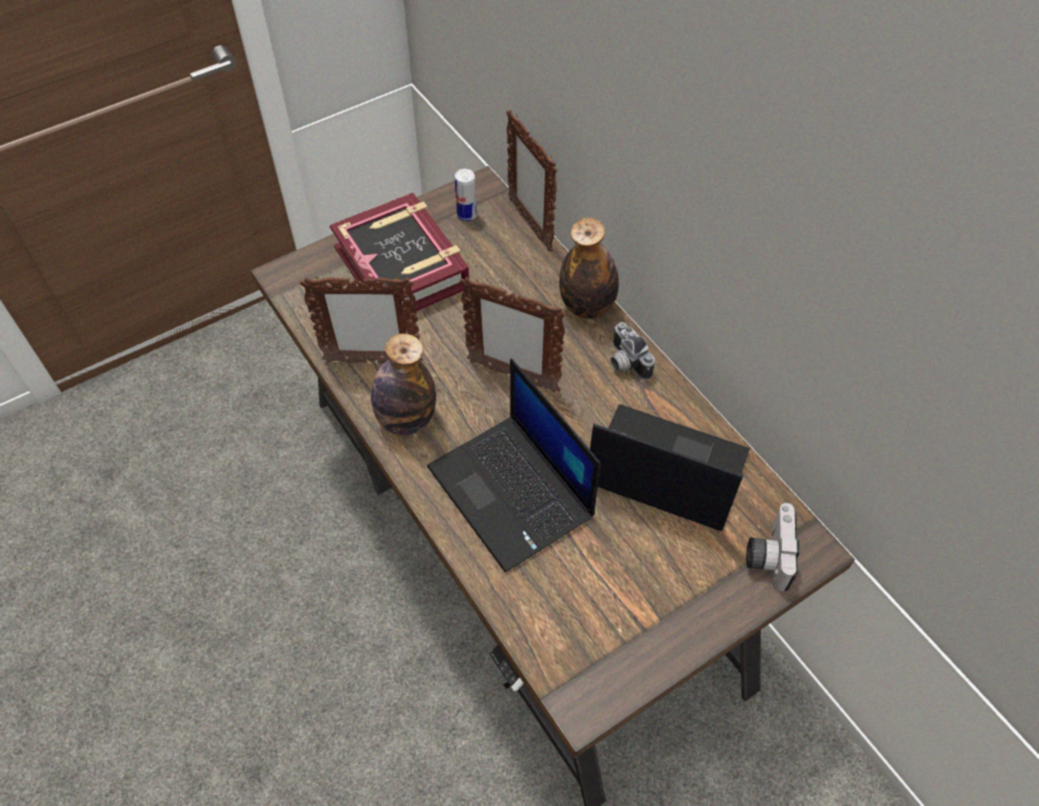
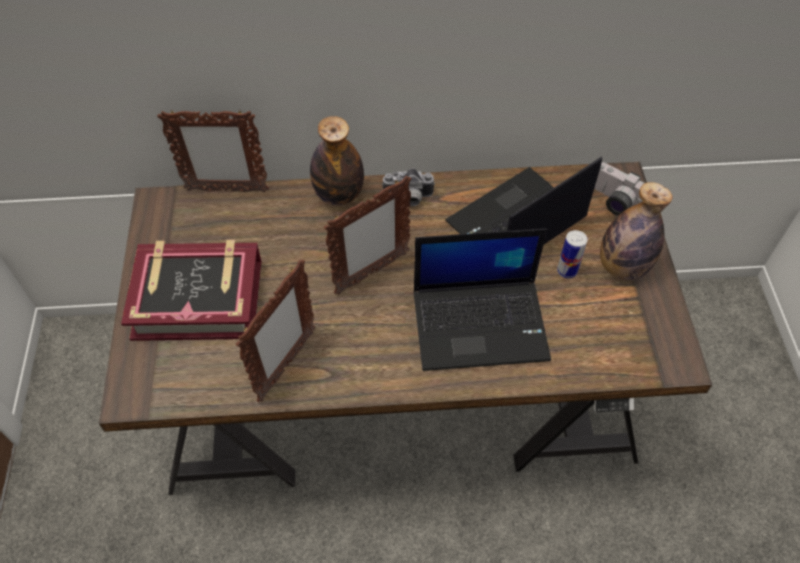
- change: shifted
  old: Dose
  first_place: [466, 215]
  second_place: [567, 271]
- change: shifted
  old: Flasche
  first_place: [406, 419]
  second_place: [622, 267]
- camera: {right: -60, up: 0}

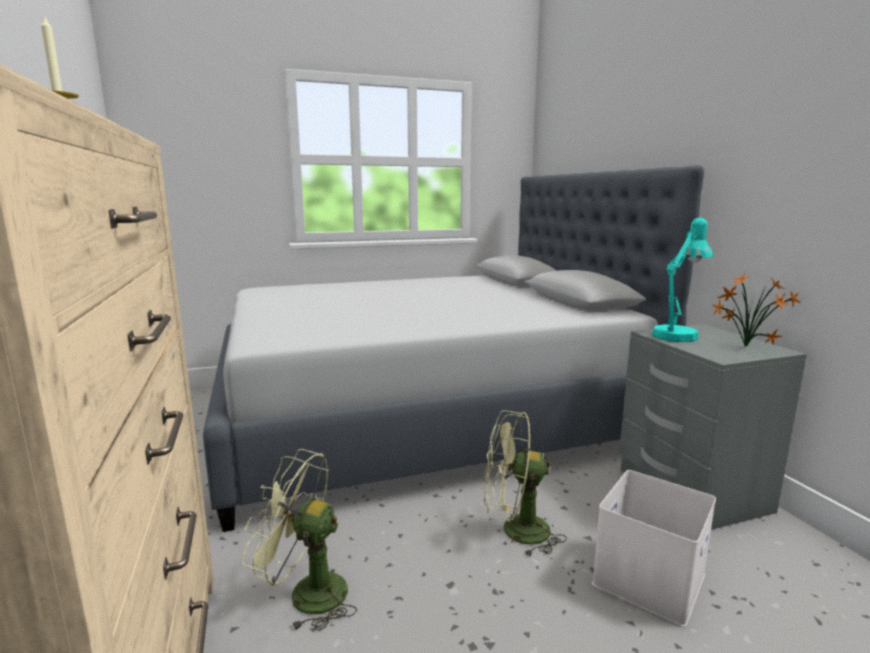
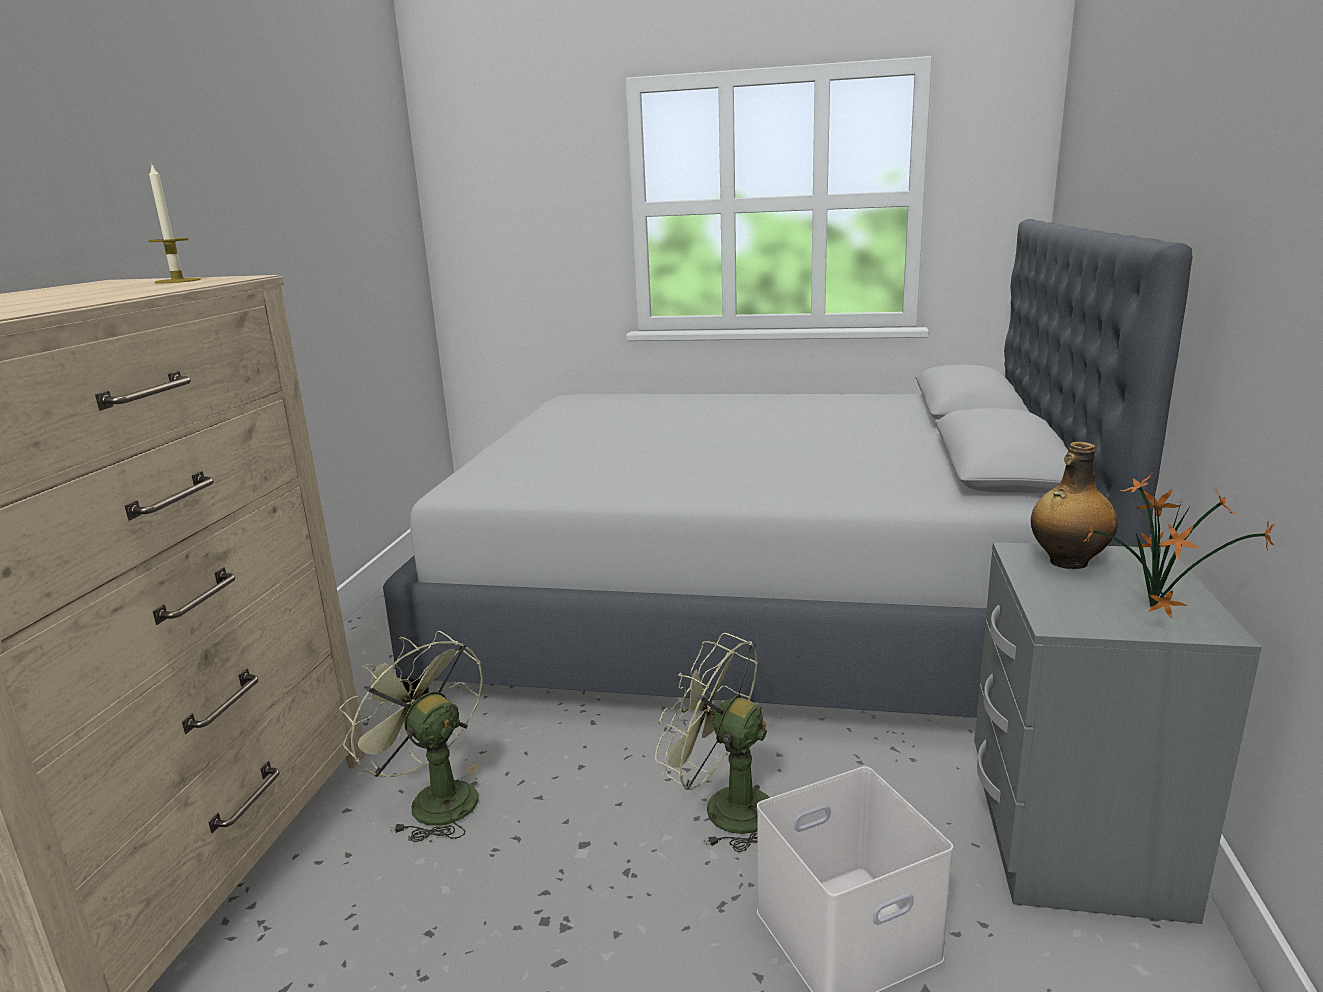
- change: swapped
  old: Tischlampe [türkis]
  new: Flasche
  first_place: [677, 334]
  second_place: [1067, 562]
- camera: {right: 30, up: 5}

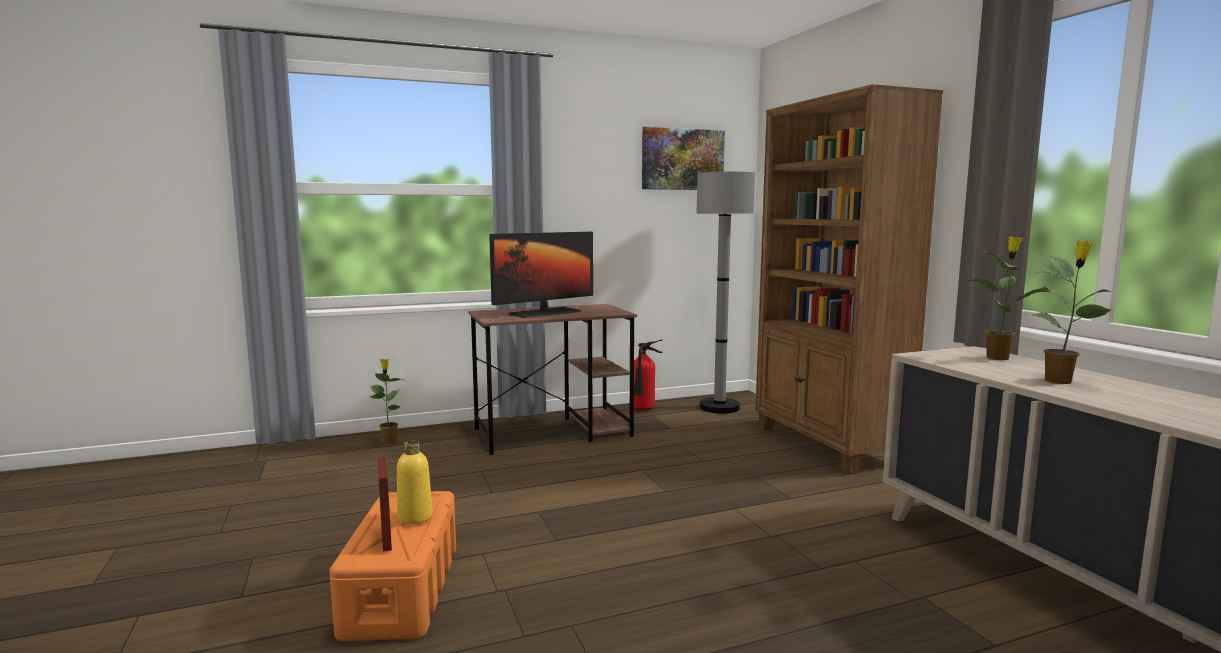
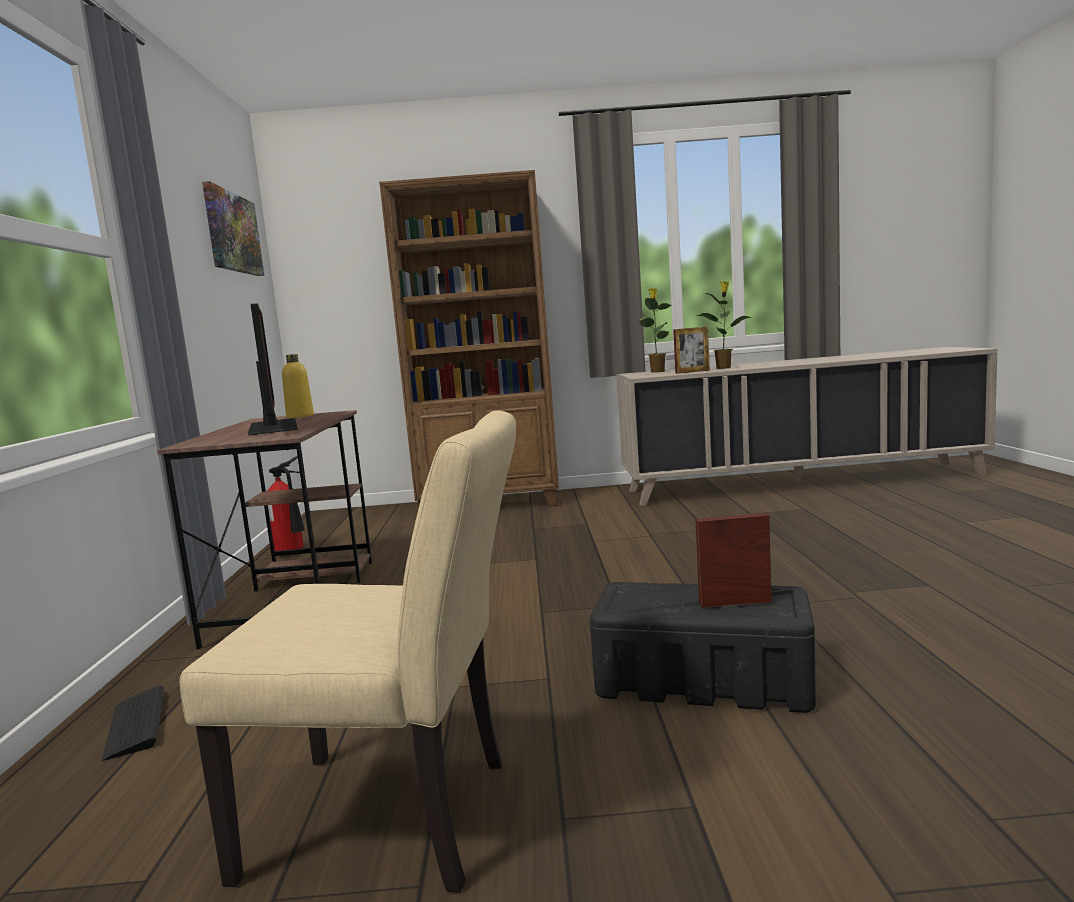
- change: swapped
  old: Topfpflanze
  new: Tastatur
  first_place: [389, 442]
  second_place: [136, 724]
- change: new
  new: Stuhl [beige]
  second_place: [400, 819]
- change: shifted
  old: Flasche [gelb]
  first_place: [415, 517]
  second_place: [300, 416]
- change: repainted
  old: Aufbewahrungsbox [orange]
  new: Aufbewahrungsbox [schwarz]
  first_place: [402, 589]
  second_place: [701, 681]
- change: new
  new: Bilderrahmen
  second_place: [692, 372]
- change: gone
  old: Stehlampe [grau]
  first_place: [719, 407]
- camera: {right: -70, up: 0}

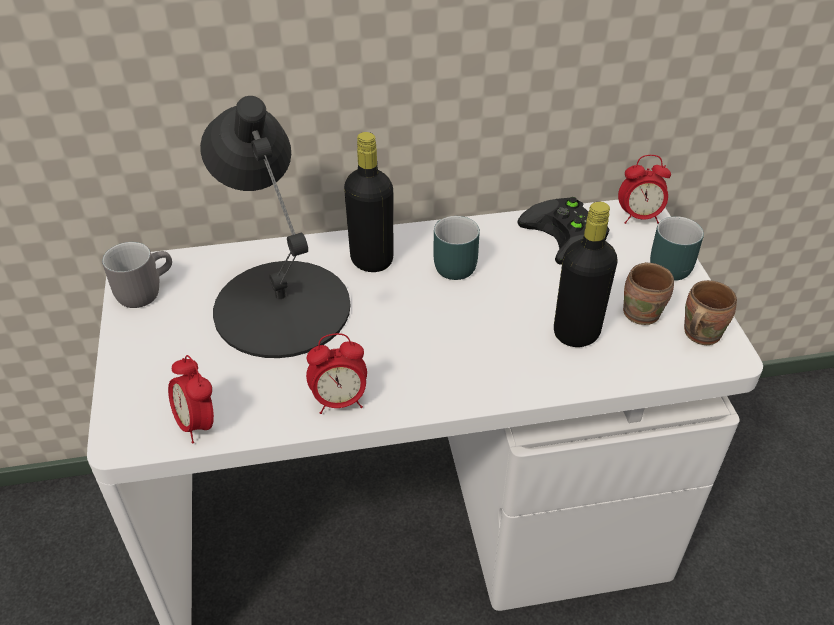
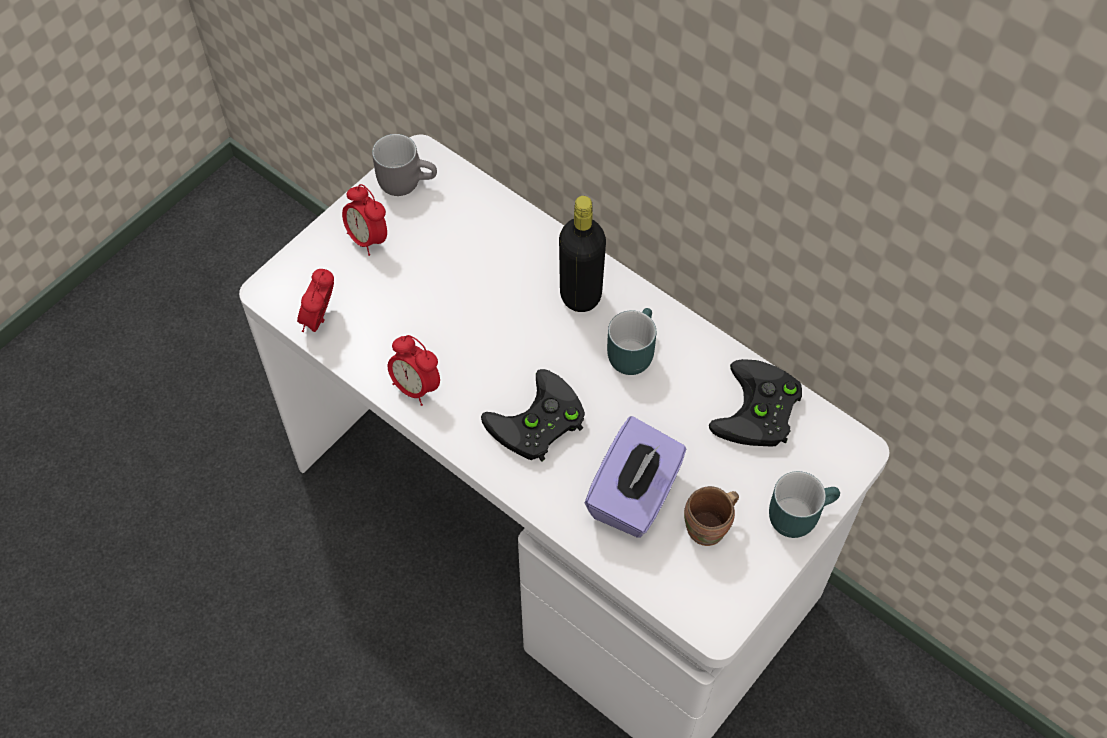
- change: shifted
  old: Wecker
  first_place: [639, 217]
  second_place: [368, 239]
- change: new
  new: Gamepad [schwarz]
  second_place: [536, 424]
- change: swapped
  old: Flasche [schwarz]
  new: Taschentuchbox [lila]
  first_place: [576, 333]
  second_place: [634, 495]
- change: gone
  old: Tischlampe [schwarz]
  first_place: [282, 306]
- change: gone
  old: Henkelbecher [braun]
  first_place: [698, 333]
- camera: {right: 50, up: 15}

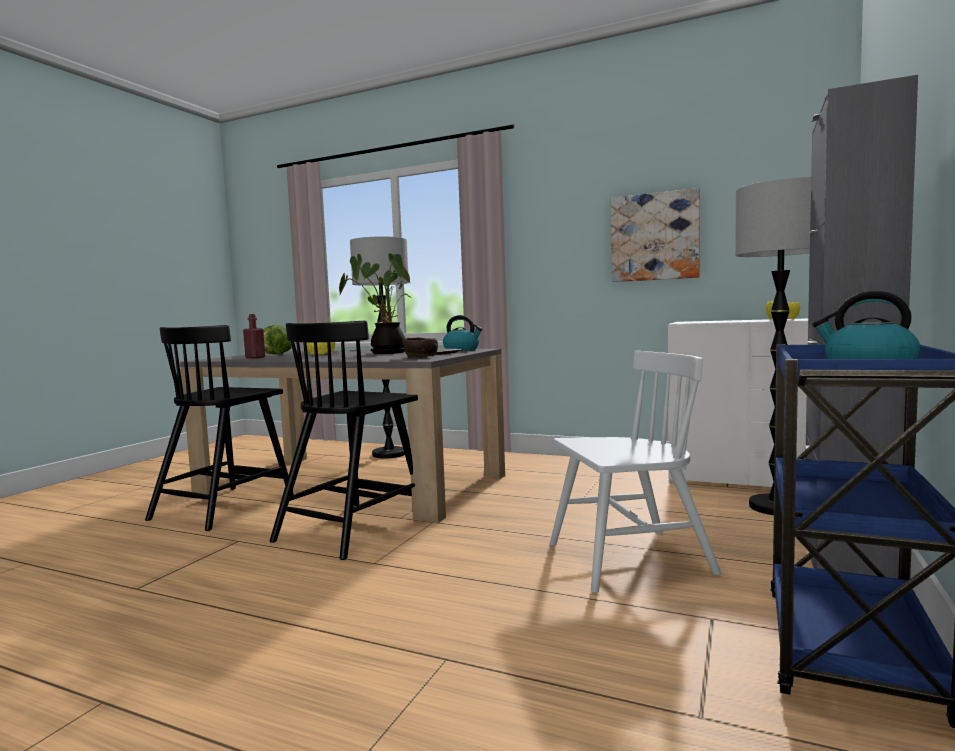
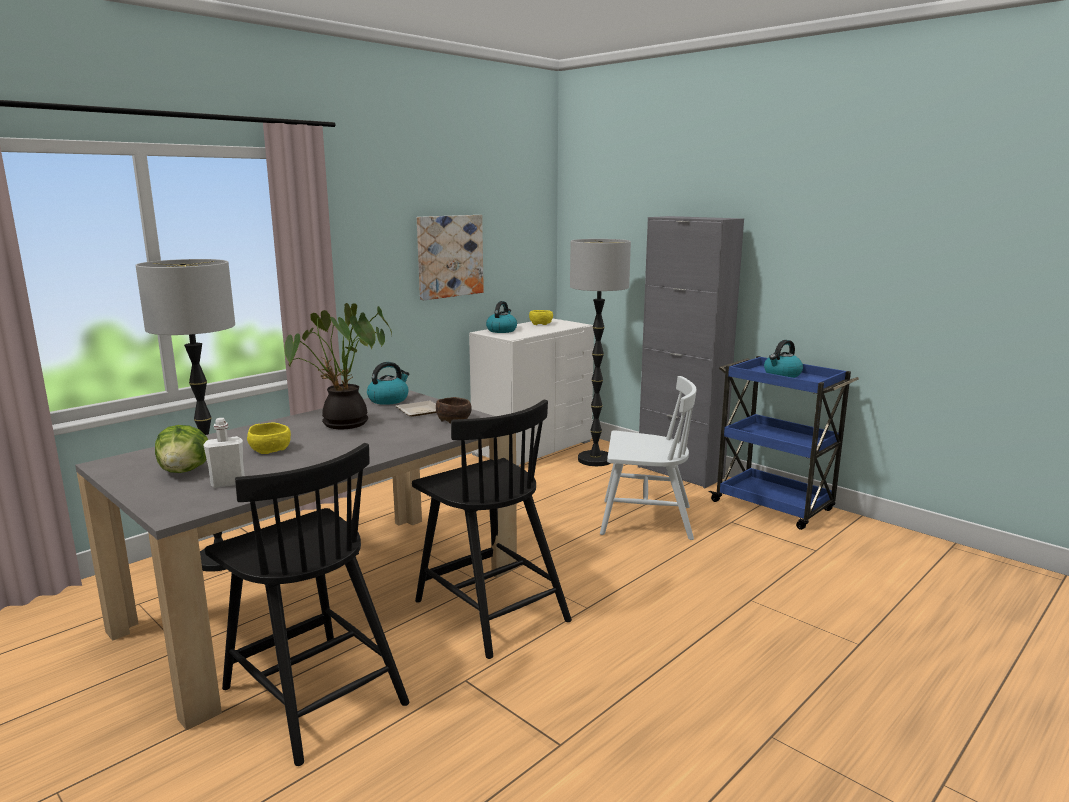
- change: repainted
  old: Flasche [rot]
  new: Flasche [weiß]
  first_place: [255, 357]
  second_place: [228, 483]
- change: new
  new: Wasserkessel
  second_place: [501, 330]
- change: rotated
  old: Stuhl [weiß]
  first_place: [628, 559]
  second_place: [645, 520]
  degrees: 90
- camera: {right: -70, up: 10}

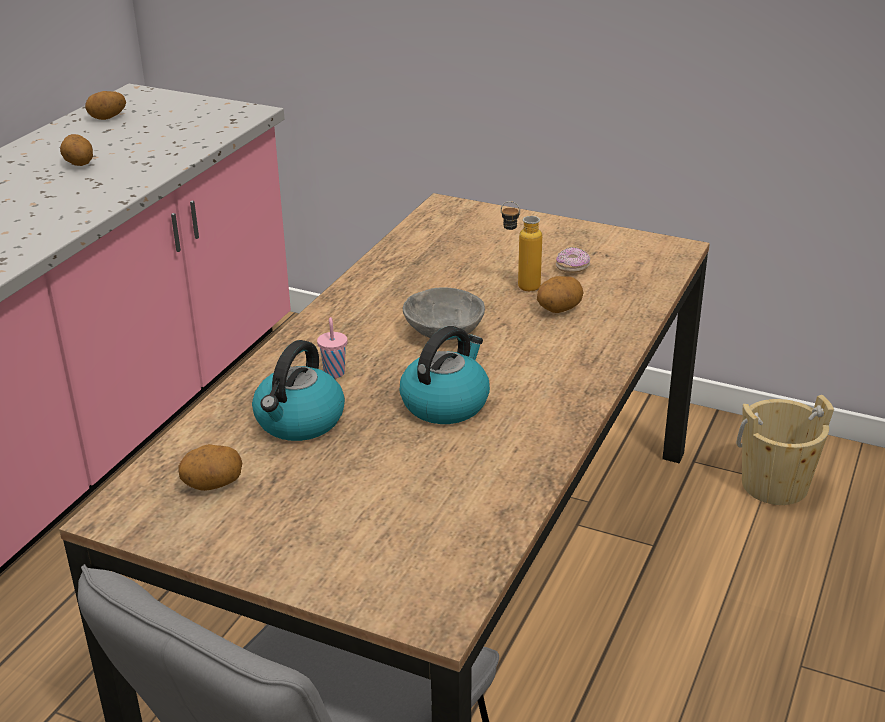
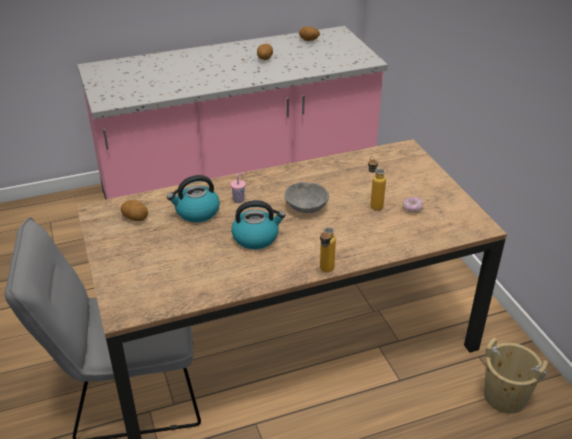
- change: new
  new: Flasche
  second_place: [325, 272]
- change: gone
  old: Kartoffel
  first_place: [559, 309]
- camera: {right: 45, up: 5}

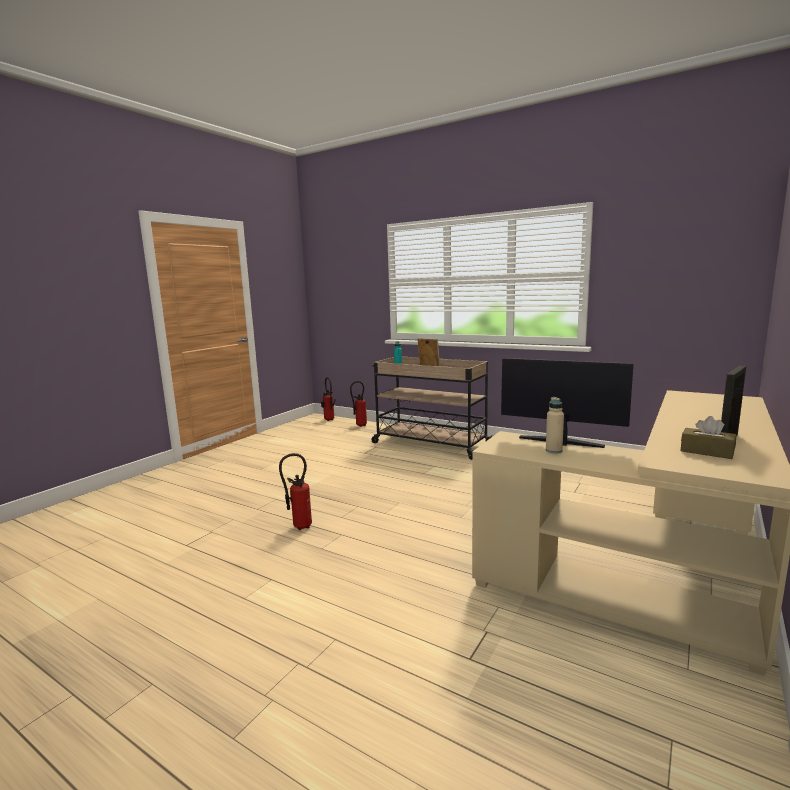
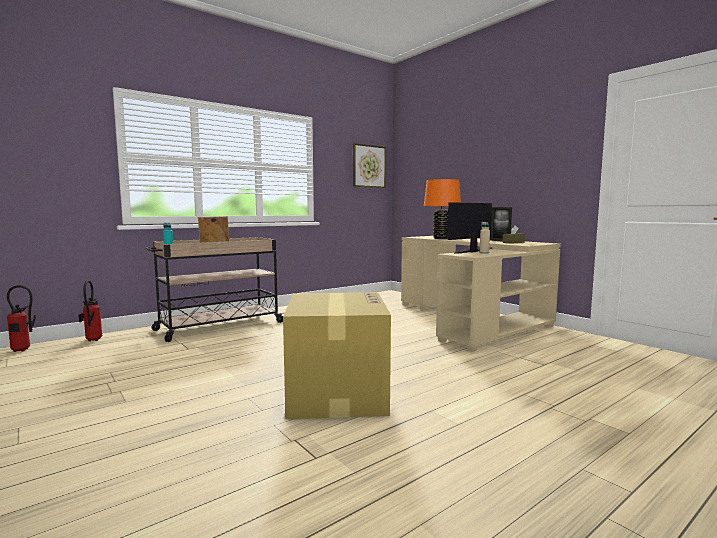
- change: swapped
  old: Feuerlöscher
  new: Karton
  first_place: [299, 527]
  second_place: [336, 392]
- change: new
  new: Bild
  second_place: [369, 166]
- change: new
  new: Tischlampe [orange]
  second_place: [441, 238]
- camera: {right: -70, up: -5}

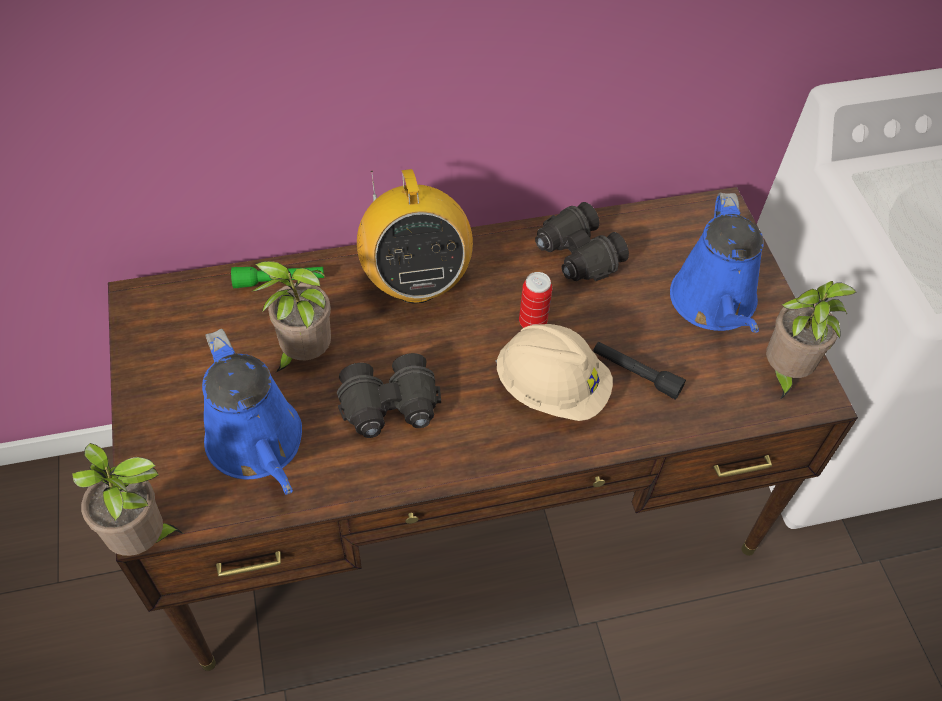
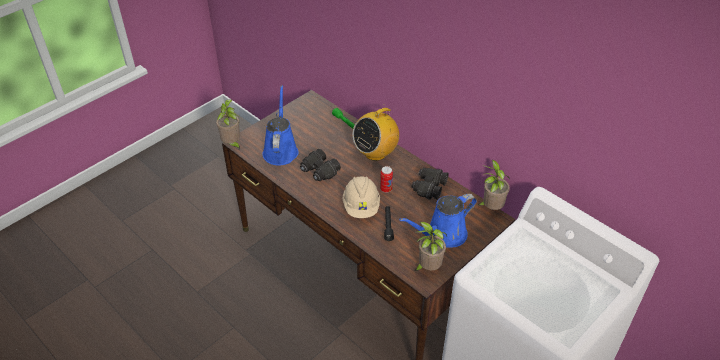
- change: rotated
  old: Gießkanne [blau]
  first_place: [258, 445]
  second_place: [280, 150]
  degrees: 150
- change: shifted
  old: Topfpflanze
  first_place: [303, 354]
  second_place: [491, 208]
- camera: {right: 60, up: -10}

